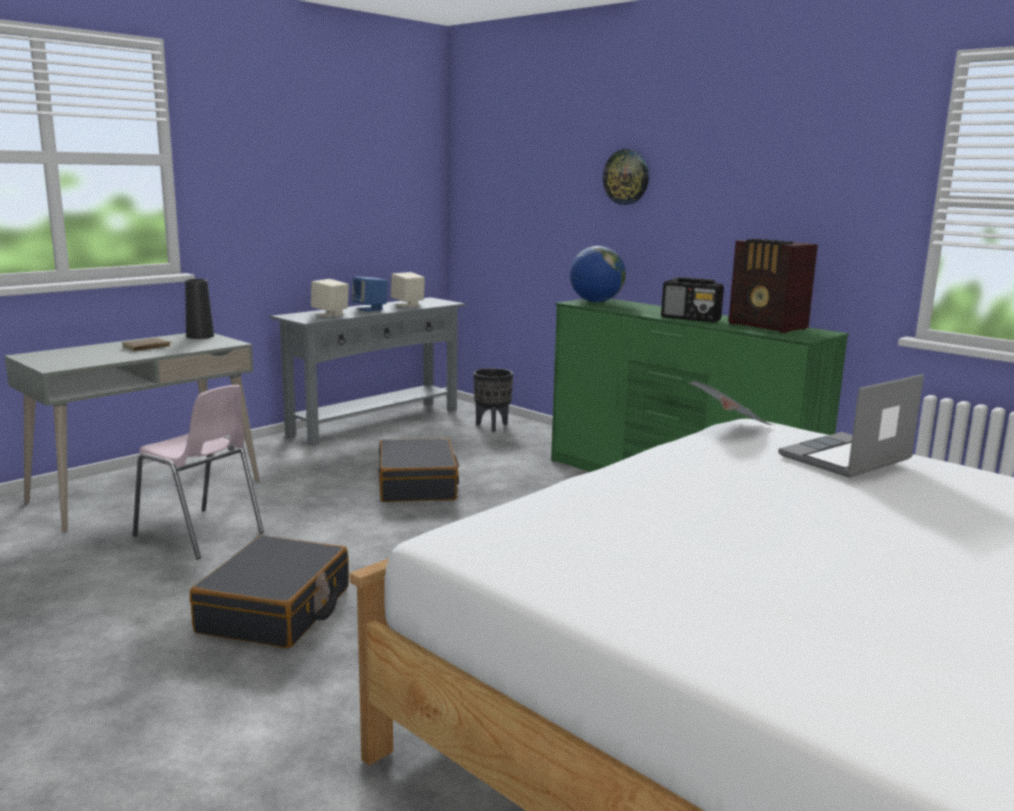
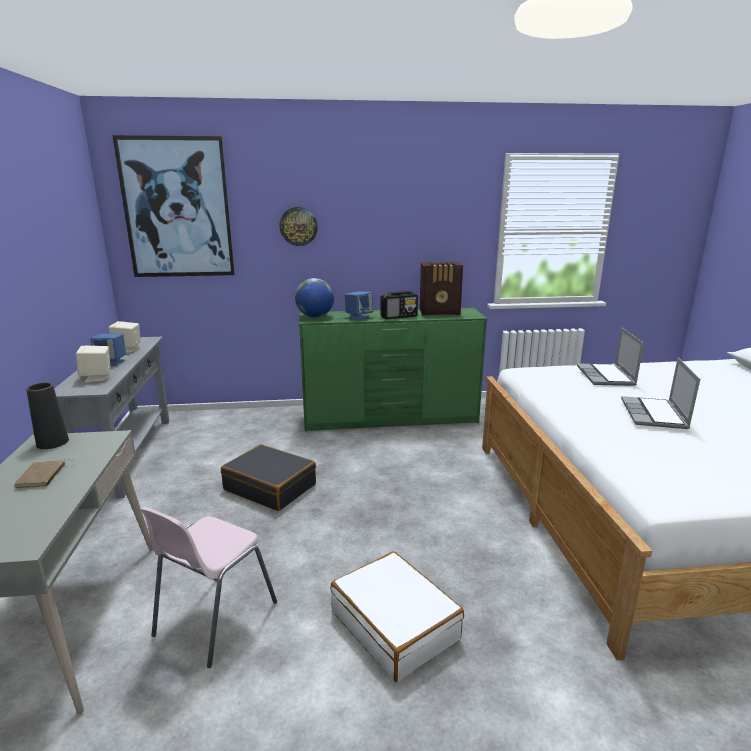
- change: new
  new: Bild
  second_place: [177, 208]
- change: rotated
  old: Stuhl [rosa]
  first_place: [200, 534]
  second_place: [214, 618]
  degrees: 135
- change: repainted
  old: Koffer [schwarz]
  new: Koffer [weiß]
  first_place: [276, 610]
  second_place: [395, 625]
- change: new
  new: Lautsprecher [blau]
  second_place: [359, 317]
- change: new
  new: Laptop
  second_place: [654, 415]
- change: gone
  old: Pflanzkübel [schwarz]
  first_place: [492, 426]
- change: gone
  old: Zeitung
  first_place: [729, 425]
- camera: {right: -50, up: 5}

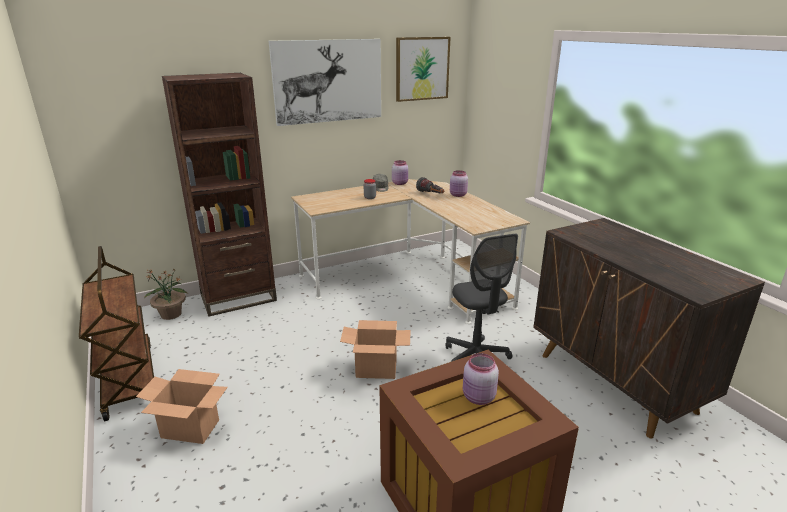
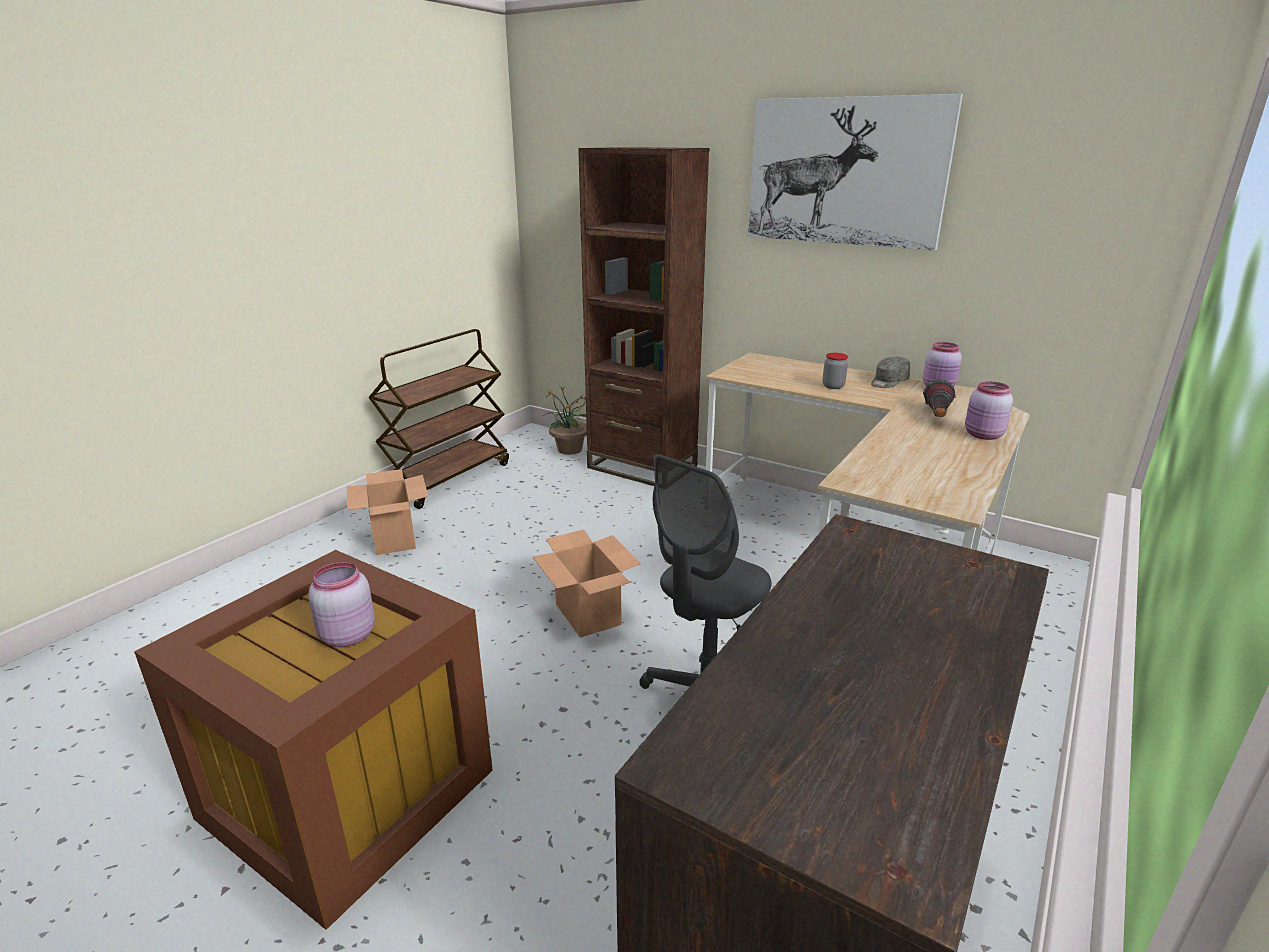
- change: gone
  old: Bild
  first_place: [422, 68]
- camera: {right: 60, up: 0}

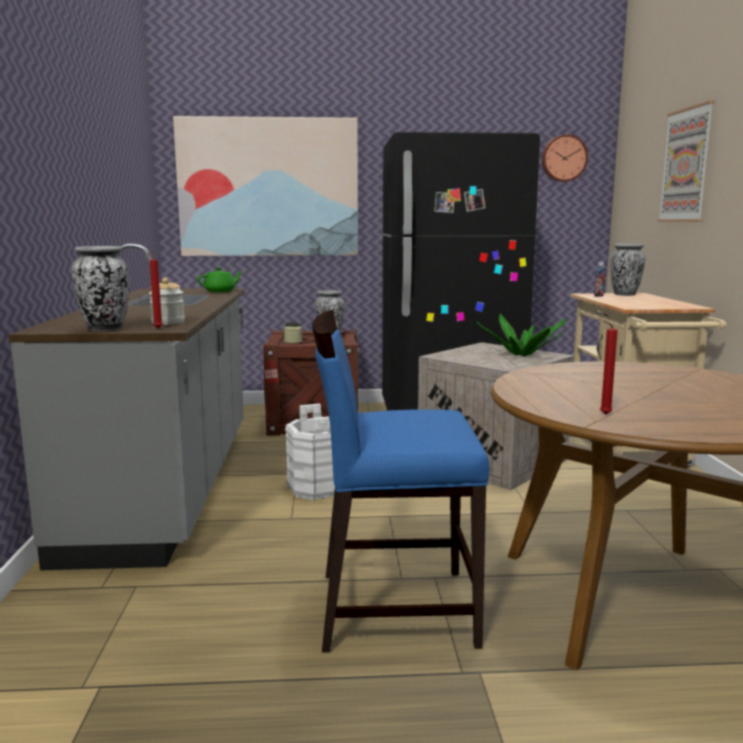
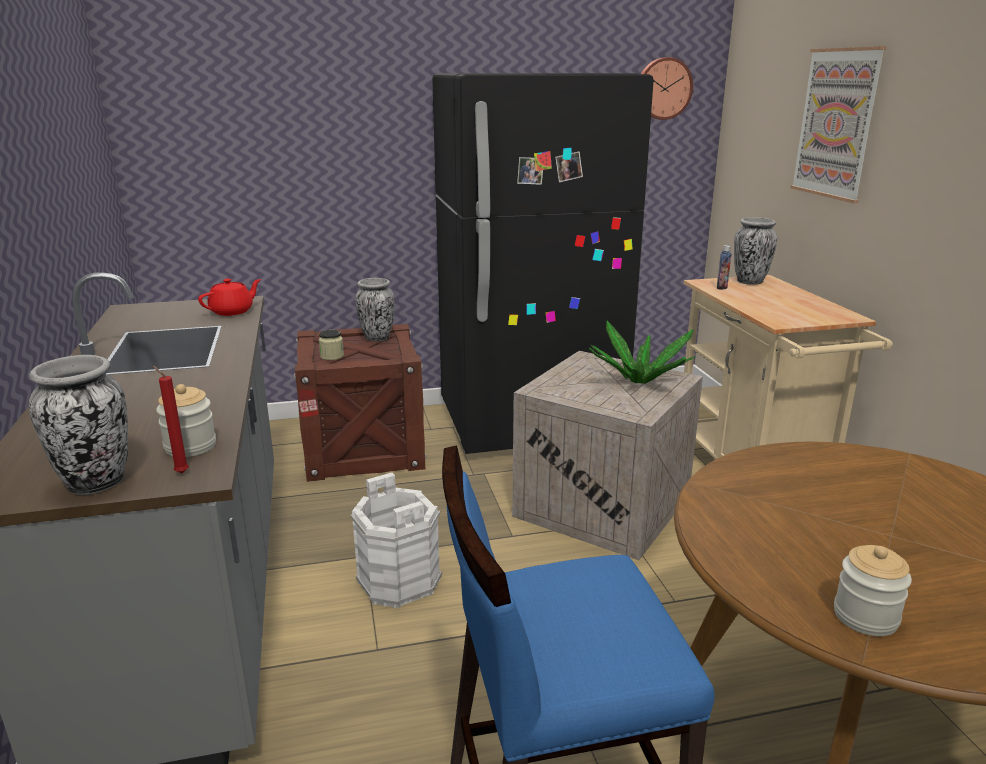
- change: repainted
  old: Teekanne [grün]
  new: Teekanne [rot]
  first_place: [220, 291]
  second_place: [232, 311]
- change: swapped
  old: Kerze [rot]
  new: Vorratsglas
  first_place: [603, 414]
  second_place: [865, 617]
- change: gone
  old: Bild
  first_place: [268, 188]
- camera: {right: -10, up: 10}

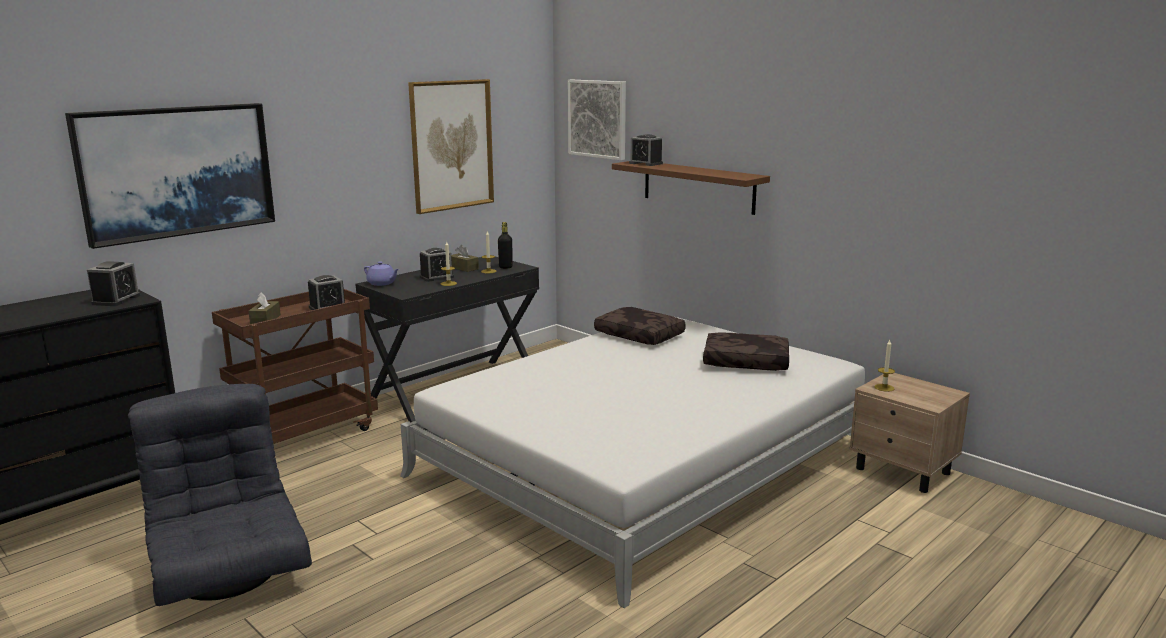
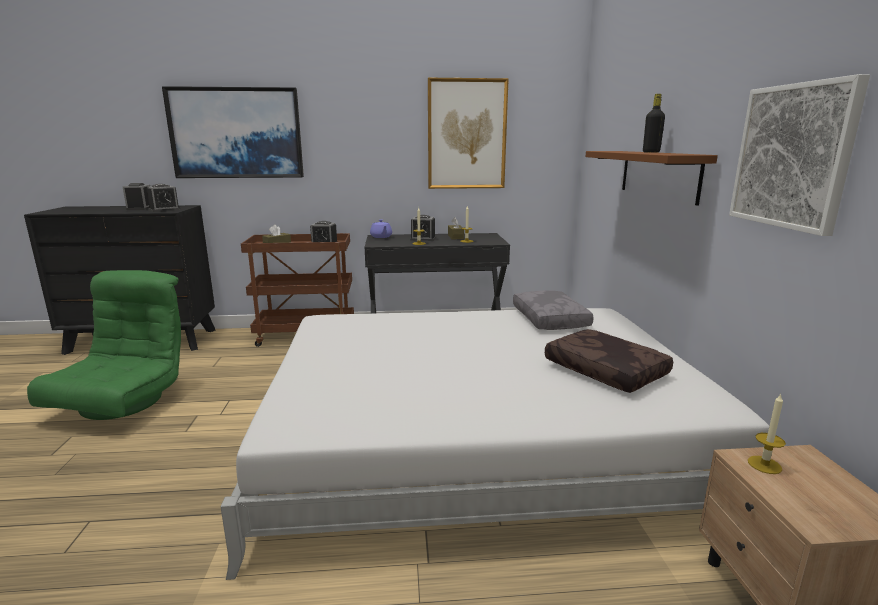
- change: repainted
  old: Sessel [grau]
  new: Sessel [grün]
  first_place: [230, 572]
  second_place: [123, 403]
- change: shifted
  old: Wecker
  first_place: [645, 163]
  second_place: [140, 208]
- change: repainted
  old: Kissen [braun]
  new: Kissen [grau]
  first_place: [640, 335]
  second_place: [551, 319]
- change: shifted
  old: Flasche [schwarz]
  first_place: [505, 267]
  second_place: [651, 152]
- change: shifted
  old: Bild
  first_place: [597, 119]
  second_place: [792, 156]
- camera: {right: 40, up: 0}

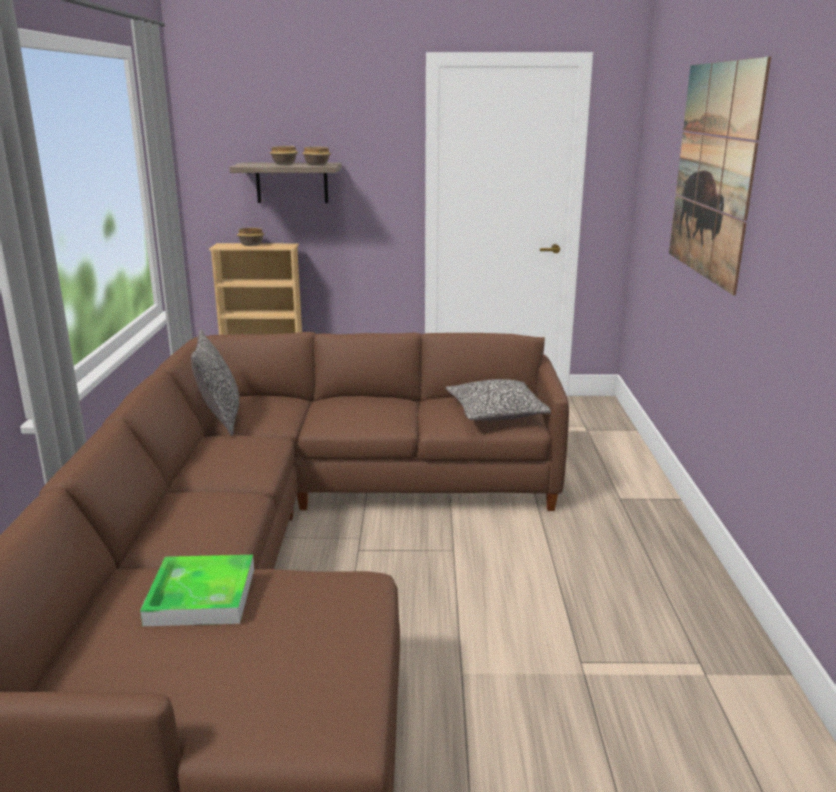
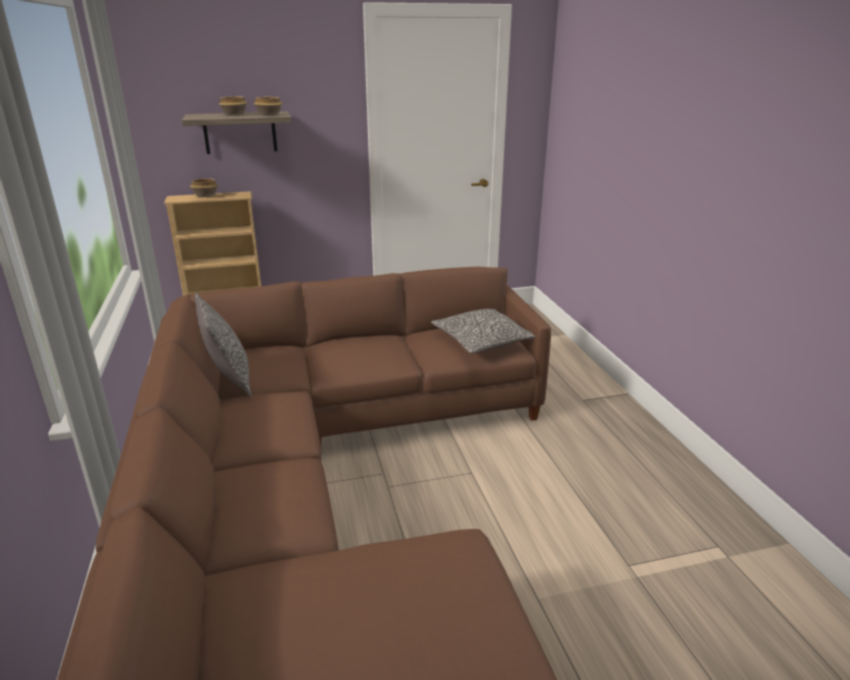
- change: gone
  old: Tablett
  first_place: [201, 596]
- change: gone
  old: Bild
  first_place: [714, 171]
- camera: {right: -15, up: 5}

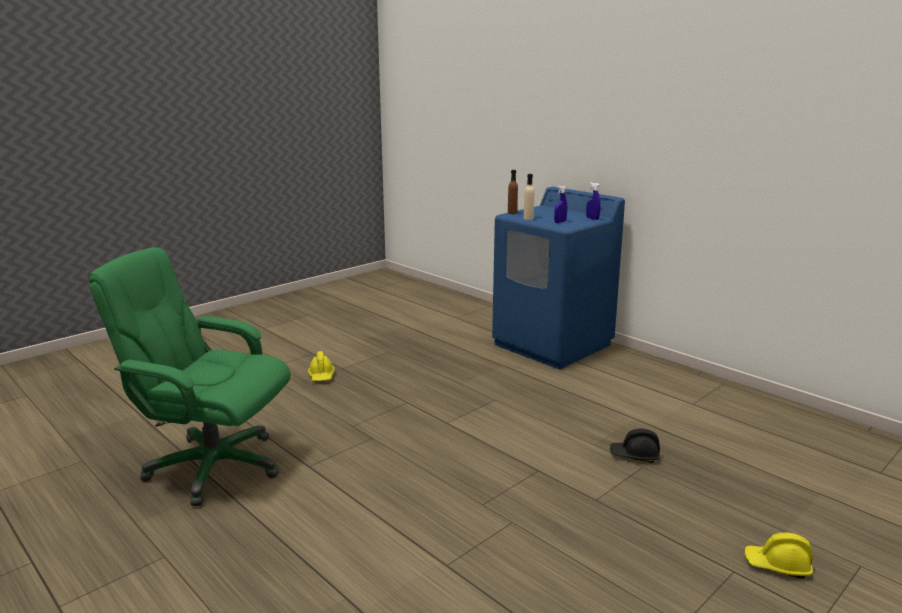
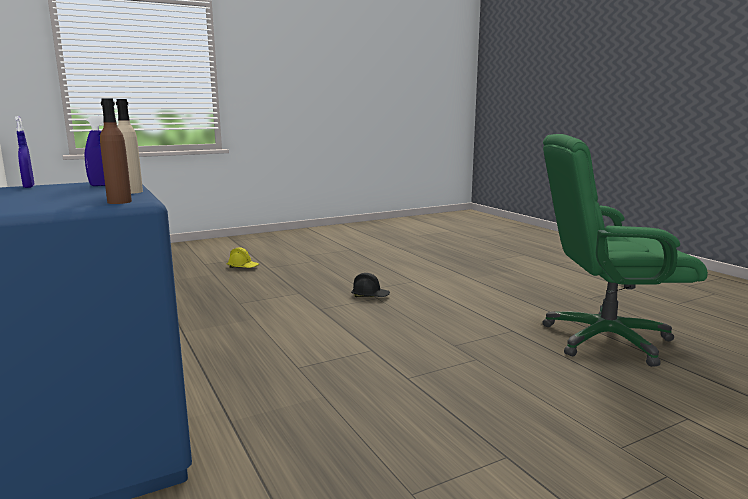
- change: shifted
  old: Schutzhelm [schwarz]
  first_place: [634, 455]
  second_place: [370, 296]
- change: rotated
  old: Bürostuhl [grün]
  first_place: [213, 466]
  second_place: [605, 339]
  degrees: 150
- change: gone
  old: Schutzhelm [gelb]
  first_place: [321, 376]
- camera: {right: -165, up: -5}

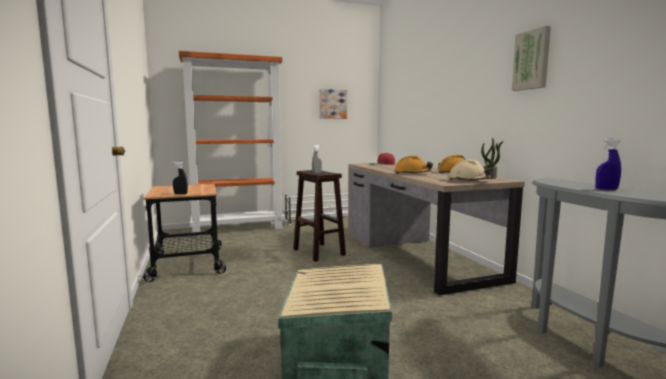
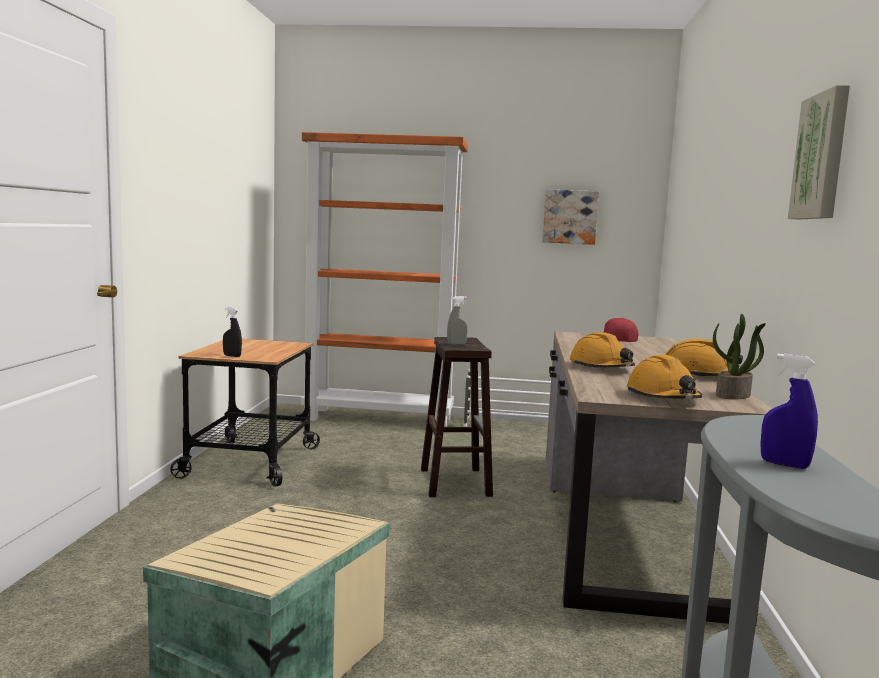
- change: repainted
  old: Schutzhelm [beige]
  new: Schutzhelm [orange]
  first_place: [469, 181]
  second_place: [663, 397]
- camera: {right: 25, up: 0}

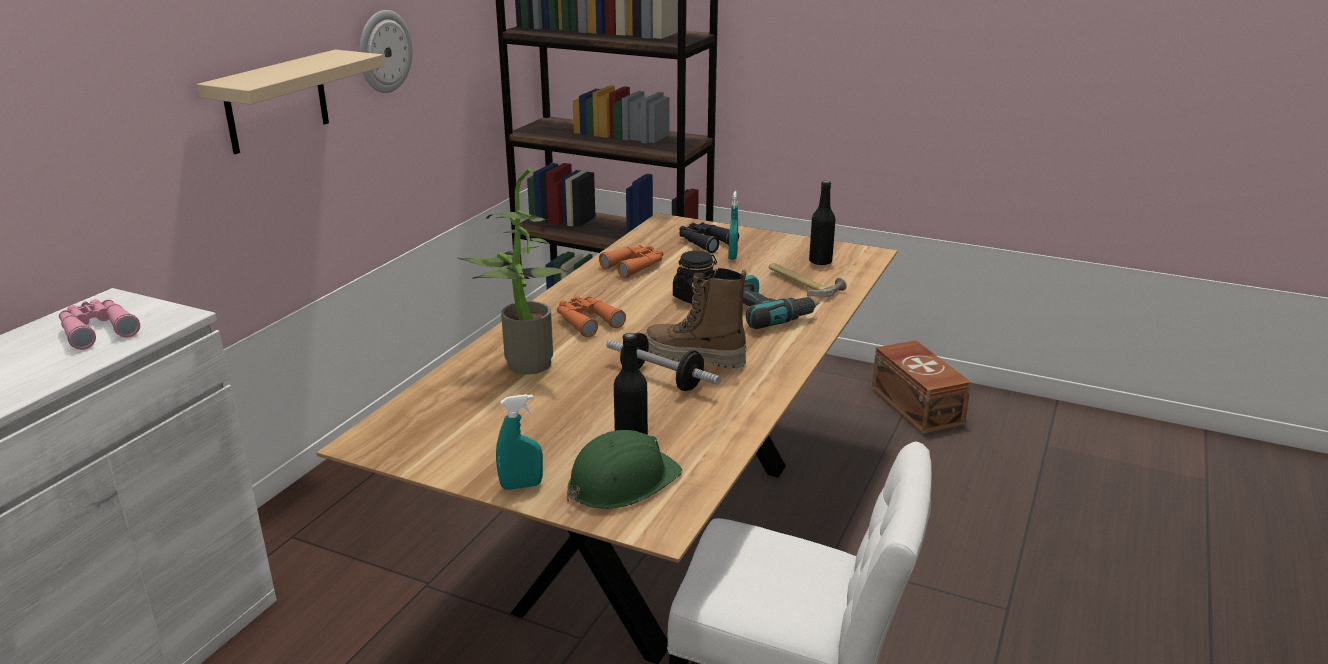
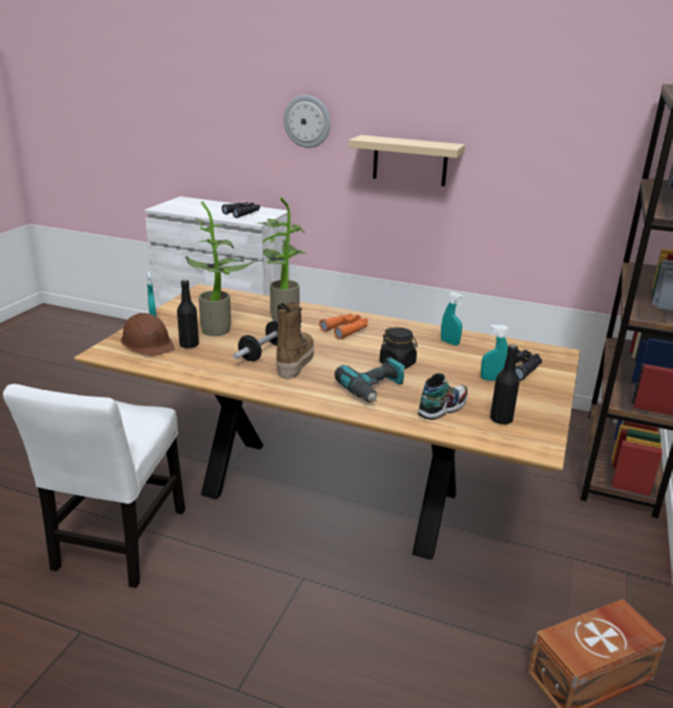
- change: repainted
  old: Schutzhelm [grün]
  new: Schutzhelm [braun]
  first_place: [621, 482]
  second_place: [148, 343]
- change: new
  new: Topfpflanze
  second_place: [220, 329]
- change: repainted
  old: Fernglas [rosa]
  new: Fernglas [schwarz]
  first_place: [97, 330]
  second_place: [243, 213]
- change: shifted
  old: Wanduhr
  first_place: [384, 51]
  second_place: [307, 121]
- change: swapped
  old: Hammer
  new: Schuh
  first_place: [803, 284]
  second_place: [442, 408]
- change: swapped
  old: Fernglas [orange]
  new: Sprühflasche [türkis]
  first_place: [635, 266]
  second_place: [449, 342]
- camera: {right: 85, up: 0}

